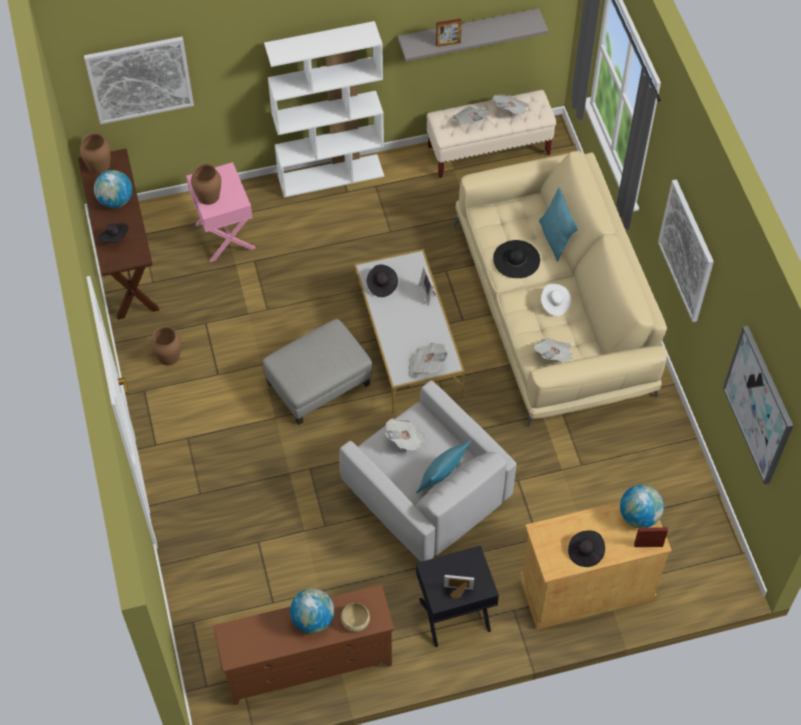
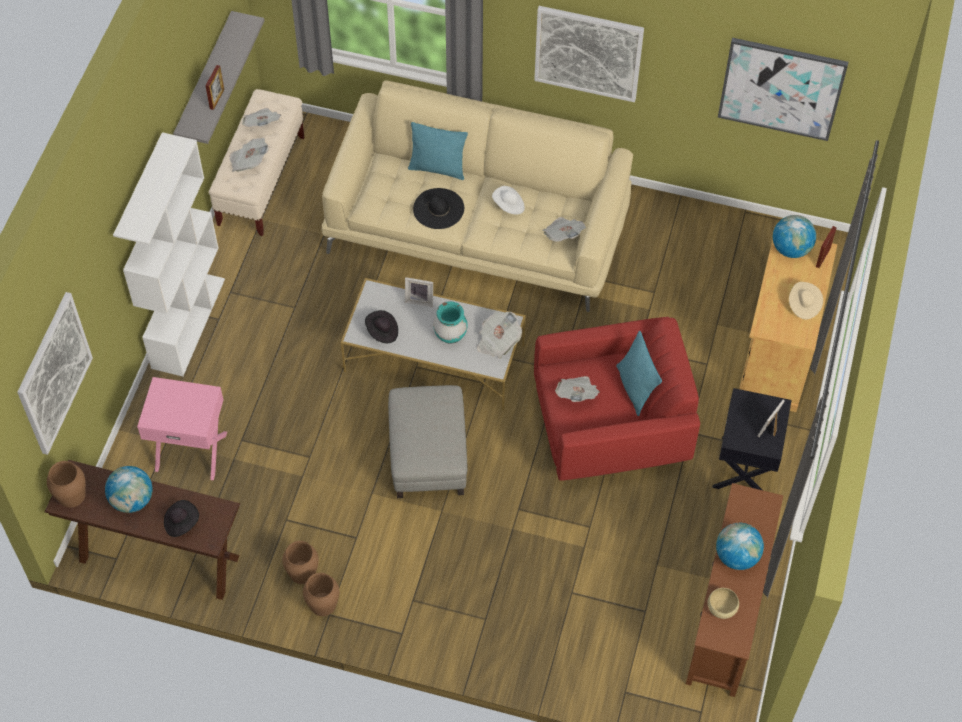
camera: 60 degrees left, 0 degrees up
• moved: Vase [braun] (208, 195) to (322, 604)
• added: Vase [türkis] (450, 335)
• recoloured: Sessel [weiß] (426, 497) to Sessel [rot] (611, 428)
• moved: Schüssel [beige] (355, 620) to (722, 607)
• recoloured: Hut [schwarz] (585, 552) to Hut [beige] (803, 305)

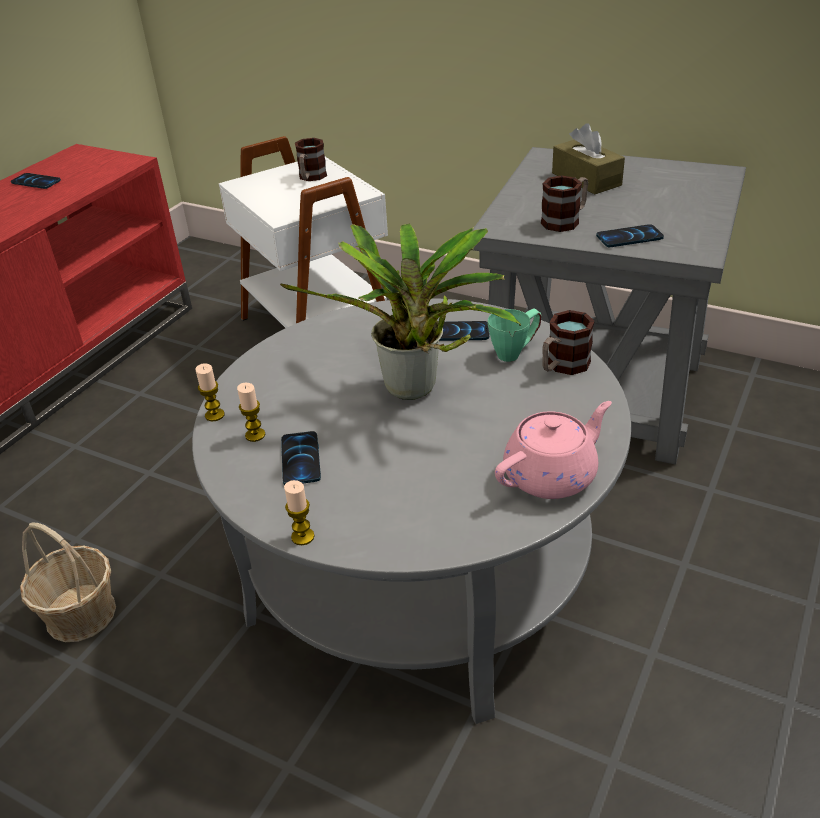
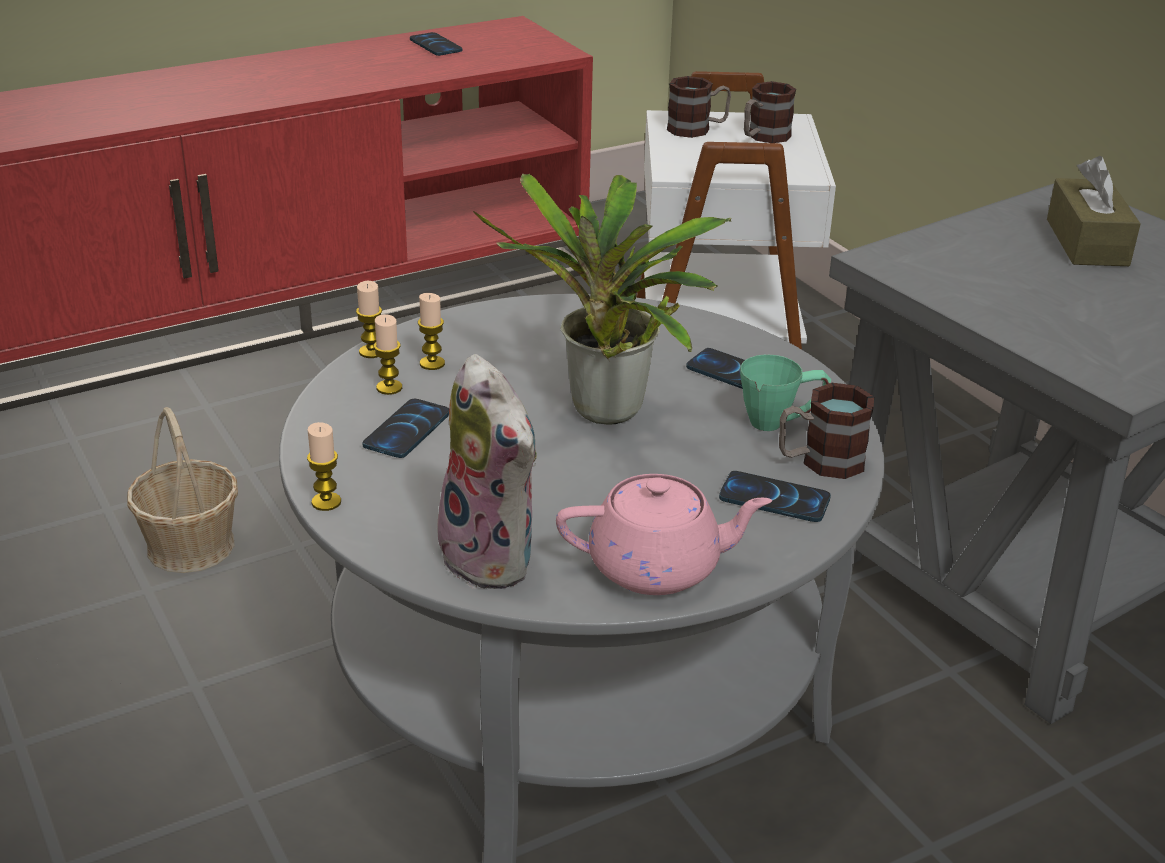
camera: 30 degrees right, 5 degrees down
• added: Kerze (432, 363)
• added: Plüschtier (495, 558)
• moved: Henkelbecher (565, 220) to (697, 129)
• moved: Handy (629, 237) to (774, 499)

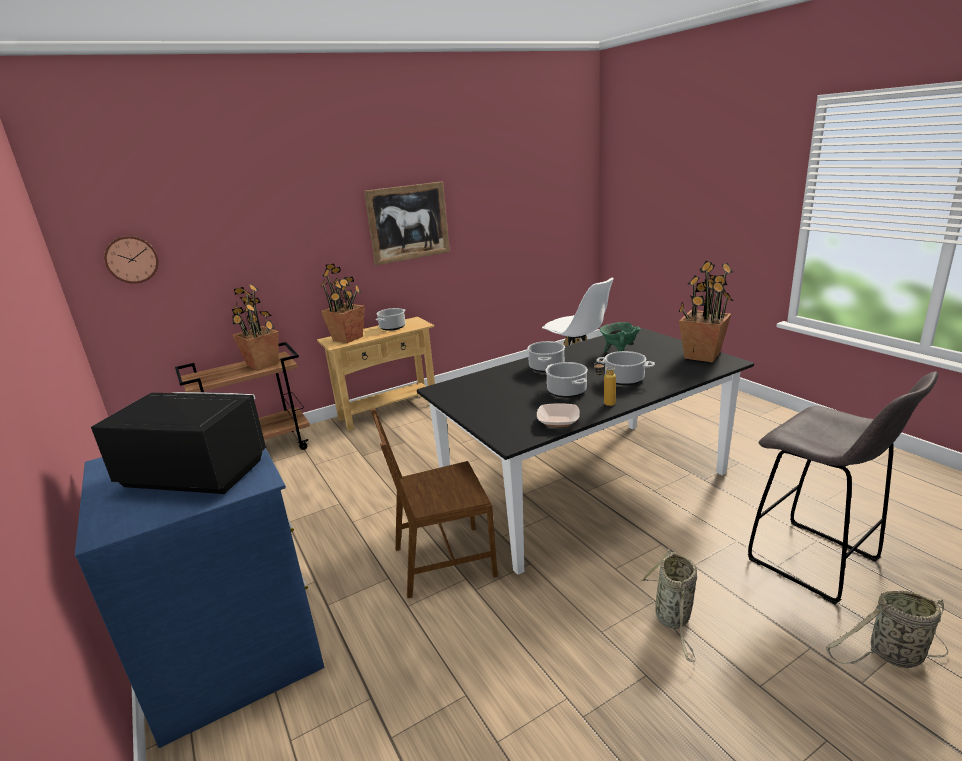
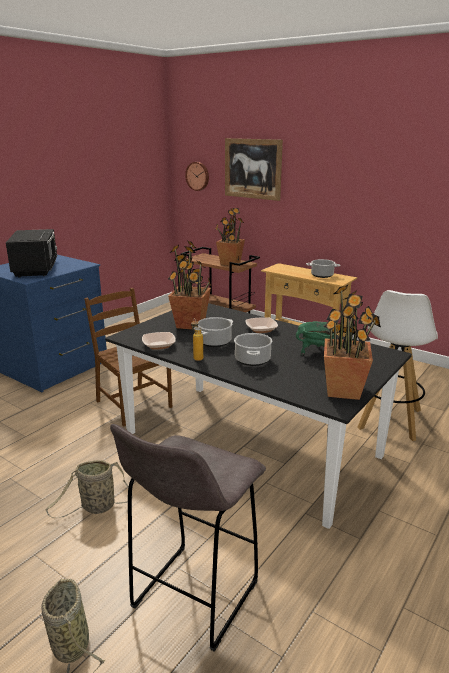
camera: 65 degrees right, 0 degrees up
• moved: Topfpflanze (348, 338) to (191, 325)
• moved: Bild (408, 222) to (252, 169)
• replaced: Kochtopf (546, 367) to Schüssel (261, 329)

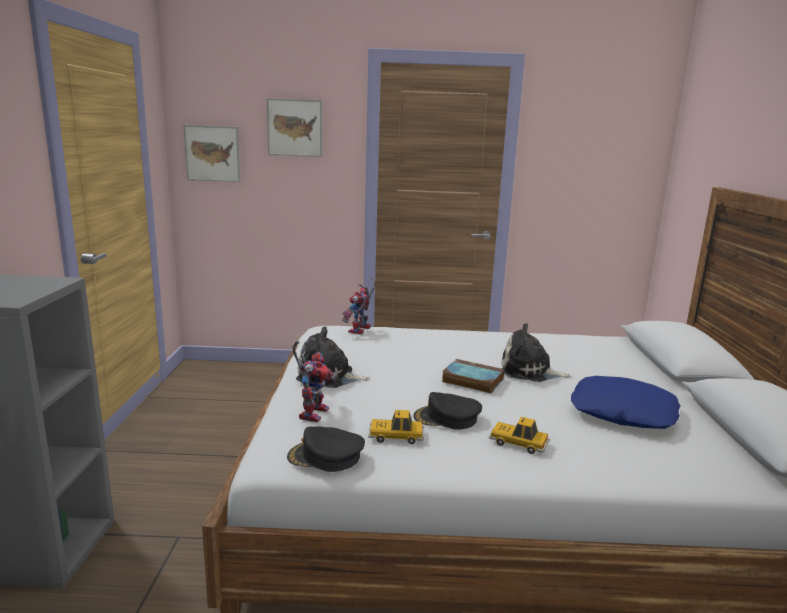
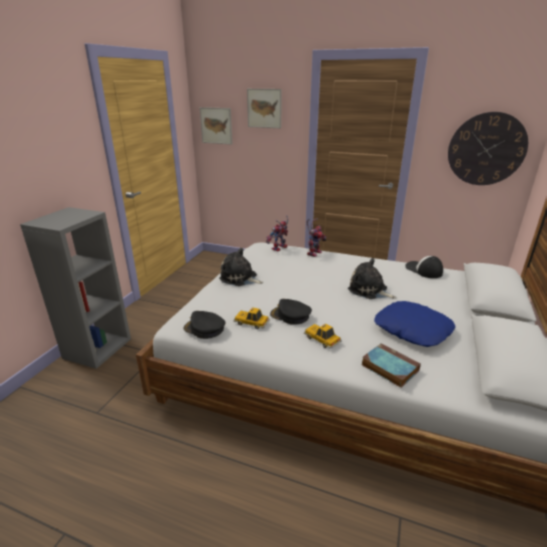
camera: 20 degrees right, 10 degrees up
• moved: Spielzeugroboter (312, 412) to (314, 252)
• moved: Buch (471, 380) to (388, 367)
• added: Kappe (423, 270)
• added: Wanduhr (486, 149)

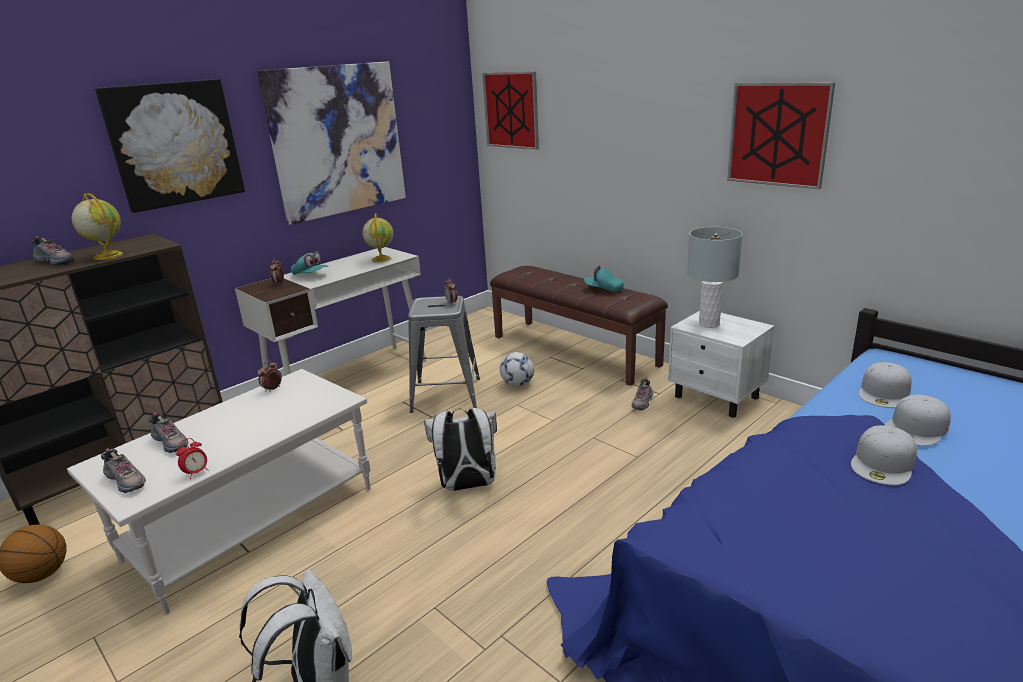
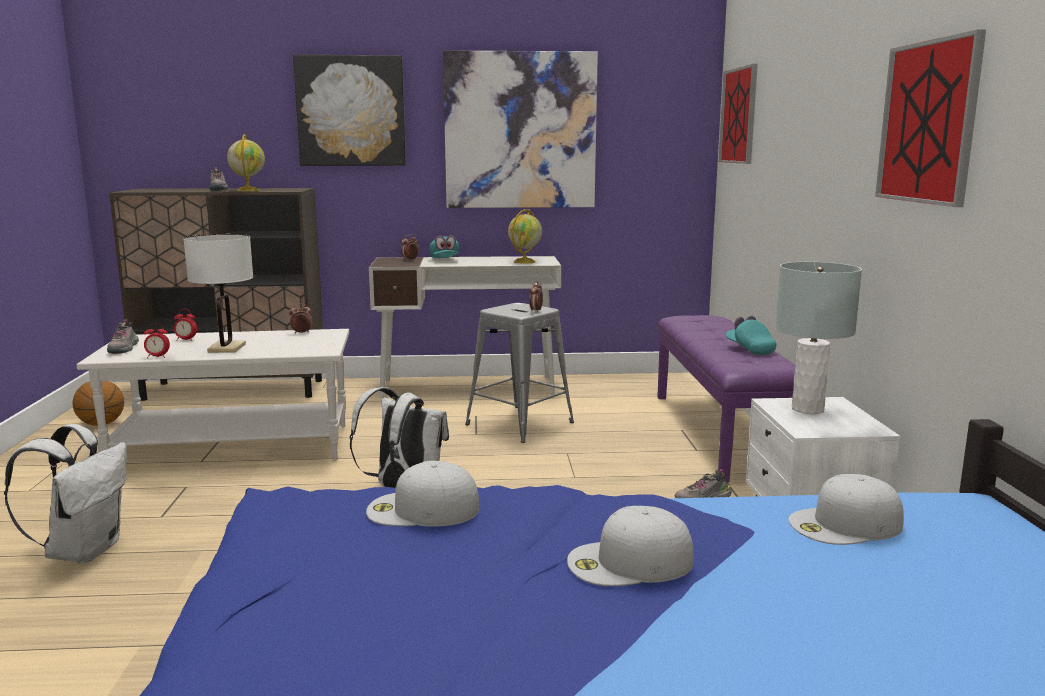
camera: 40 degrees right, 10 degrees down
• replaced: Schuh (172, 442) to Wecker (186, 340)
• added: Tischlampe [weiß] (227, 348)
• moved: Kappe [weiß] (917, 428) to (421, 509)
• recoloured: Bank [braun] (575, 350) to Bank [lila] (721, 433)
• removed: Fußball (517, 384)

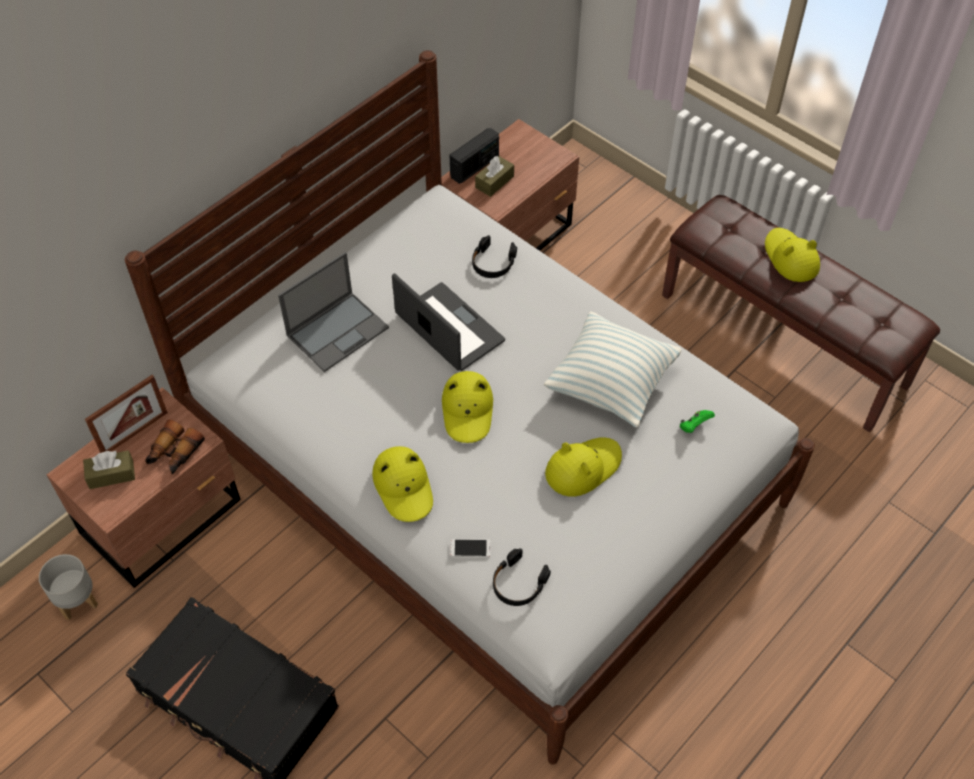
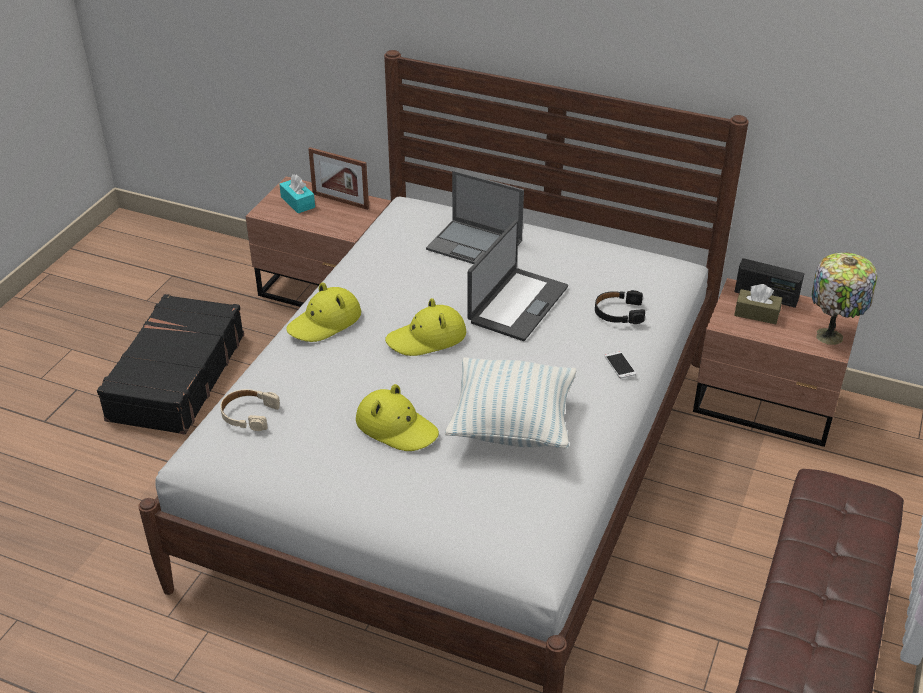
camera: 70 degrees right, 15 degrees down
• recoloured: Kopfhörer [schwarz] (518, 583) to Kopfhörer [beige] (248, 414)
• recoloured: Taschentuchbox [braun] (111, 475) to Taschentuchbox [türkis] (298, 202)
• moved: Handy (470, 548) to (620, 365)
• added: Tischlampe (831, 336)
• removed: Pflanzkübel [grau] (78, 600)
• removed: Fernglas (174, 454)
• removed: Gamepad [grün] (694, 426)
• removed: Hut [gelb] (790, 258)

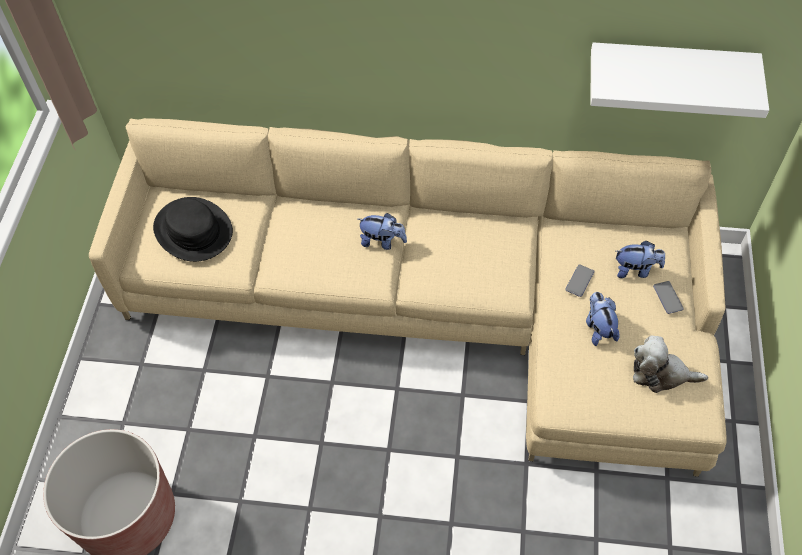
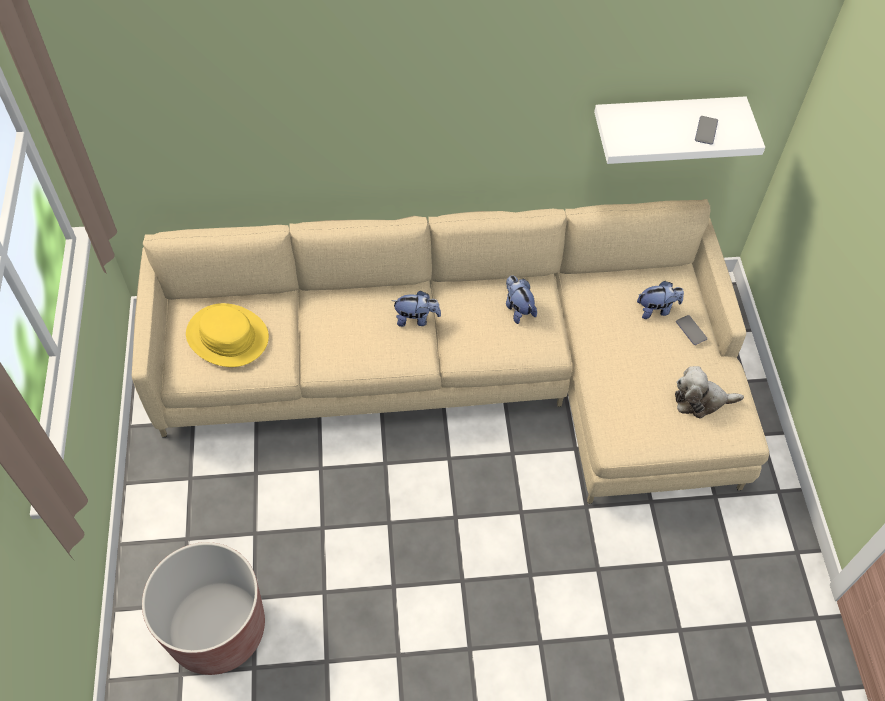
camera: 15 degrees left, 0 degrees up
• recoloured: Hut [schwarz] (193, 230) to Hut [gelb] (227, 336)
• moved: Plüschtier (598, 328) to (518, 308)
• moved: Handy (579, 281) to (706, 131)

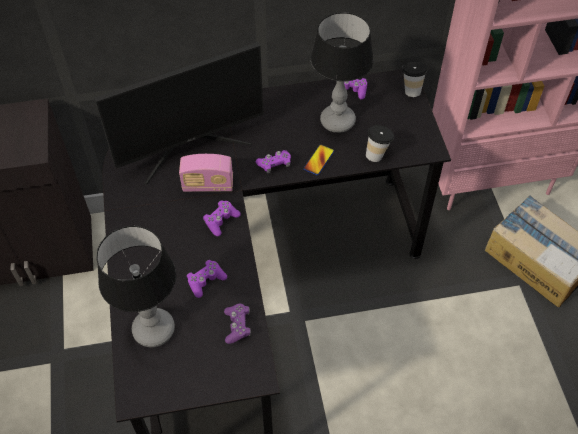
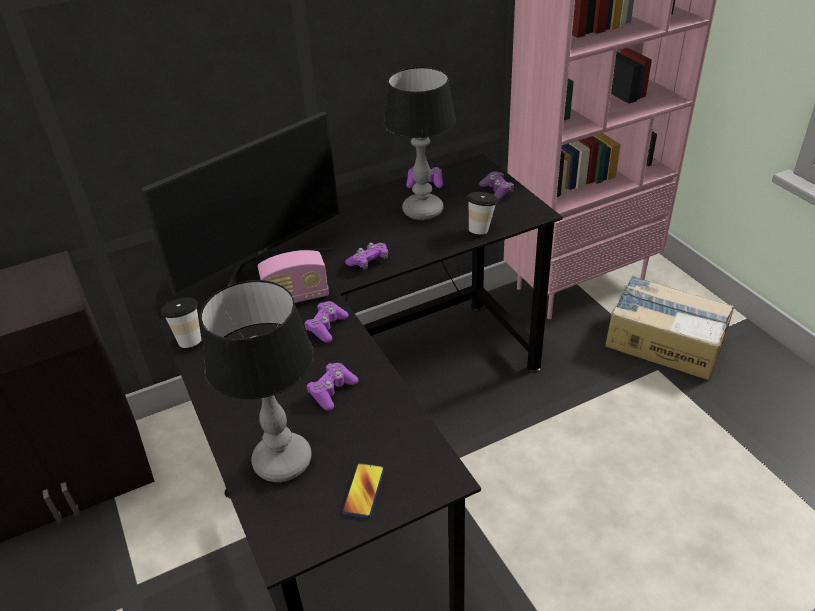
camera: 15 degrees left, 15 degrees down
• moved: Tasse (411, 90) to (189, 339)
• moved: Handy (319, 160) to (363, 491)
• moved: Gamepad [lila] (237, 326) to (496, 191)

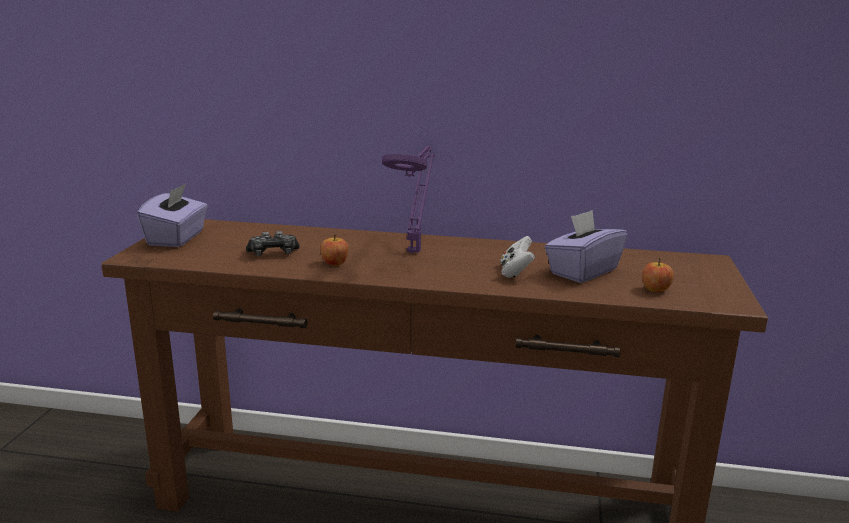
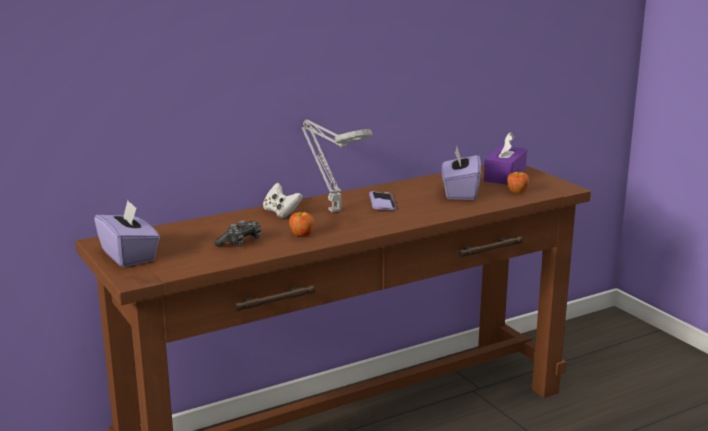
camera: 40 degrees left, 0 degrees up
• moved: Gamepad [weiß] (515, 272) to (281, 213)
• recoloured: Tischlampe [lila] (414, 250) to Tischlampe [grau] (332, 210)
• added: Handy (382, 202)
• added: Taschentuchbox [lila] (505, 175)

